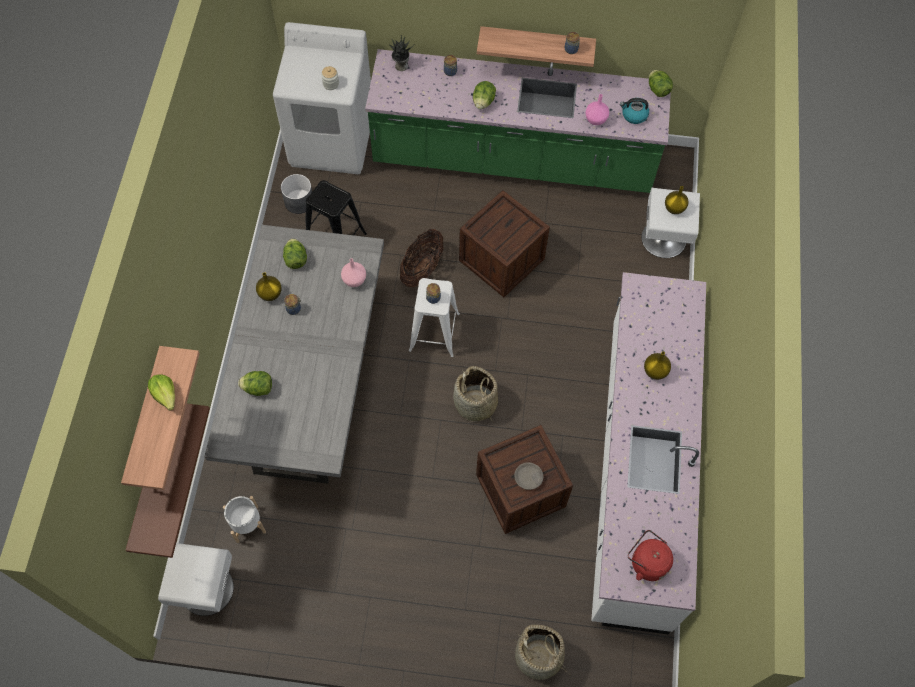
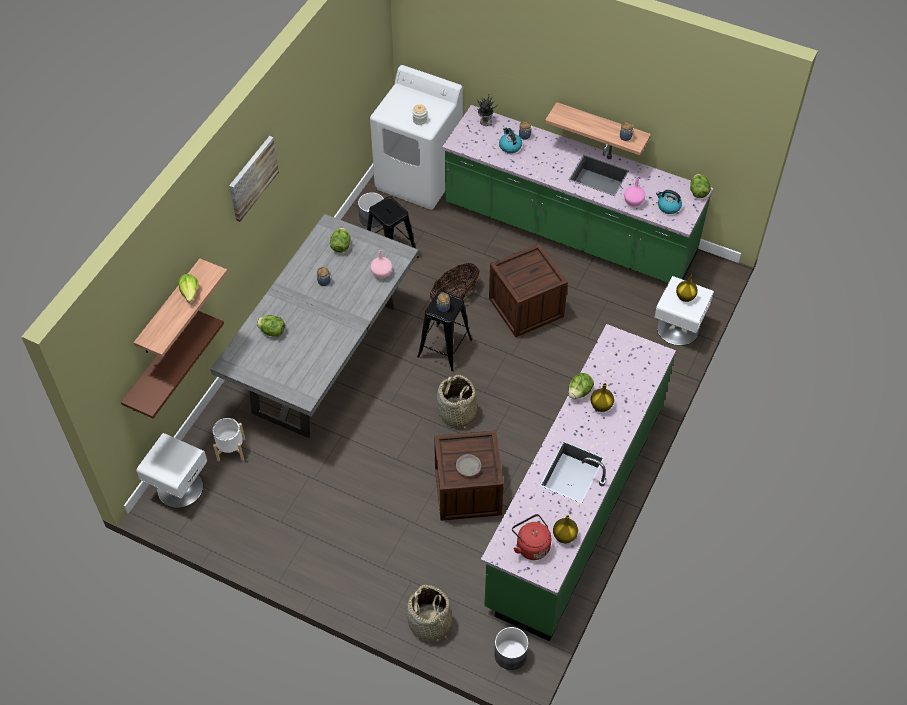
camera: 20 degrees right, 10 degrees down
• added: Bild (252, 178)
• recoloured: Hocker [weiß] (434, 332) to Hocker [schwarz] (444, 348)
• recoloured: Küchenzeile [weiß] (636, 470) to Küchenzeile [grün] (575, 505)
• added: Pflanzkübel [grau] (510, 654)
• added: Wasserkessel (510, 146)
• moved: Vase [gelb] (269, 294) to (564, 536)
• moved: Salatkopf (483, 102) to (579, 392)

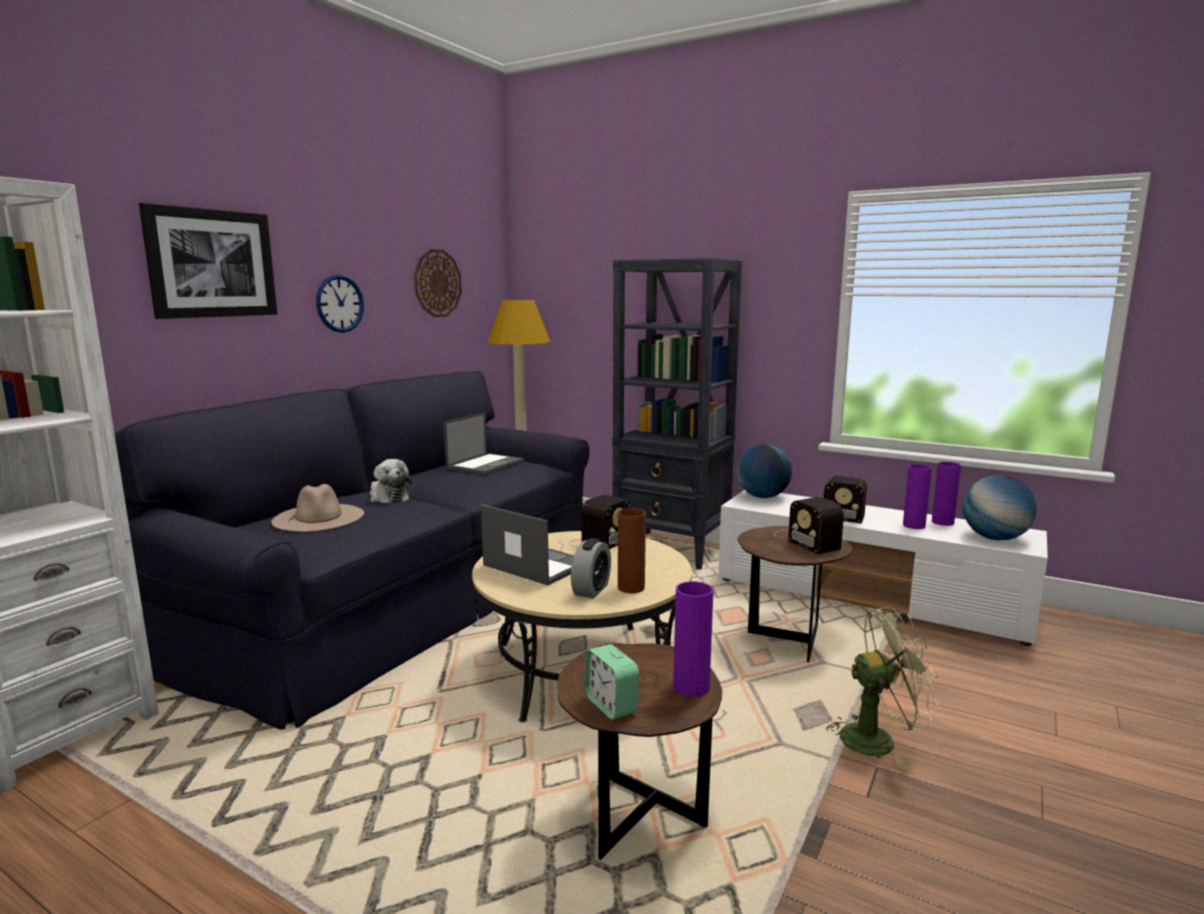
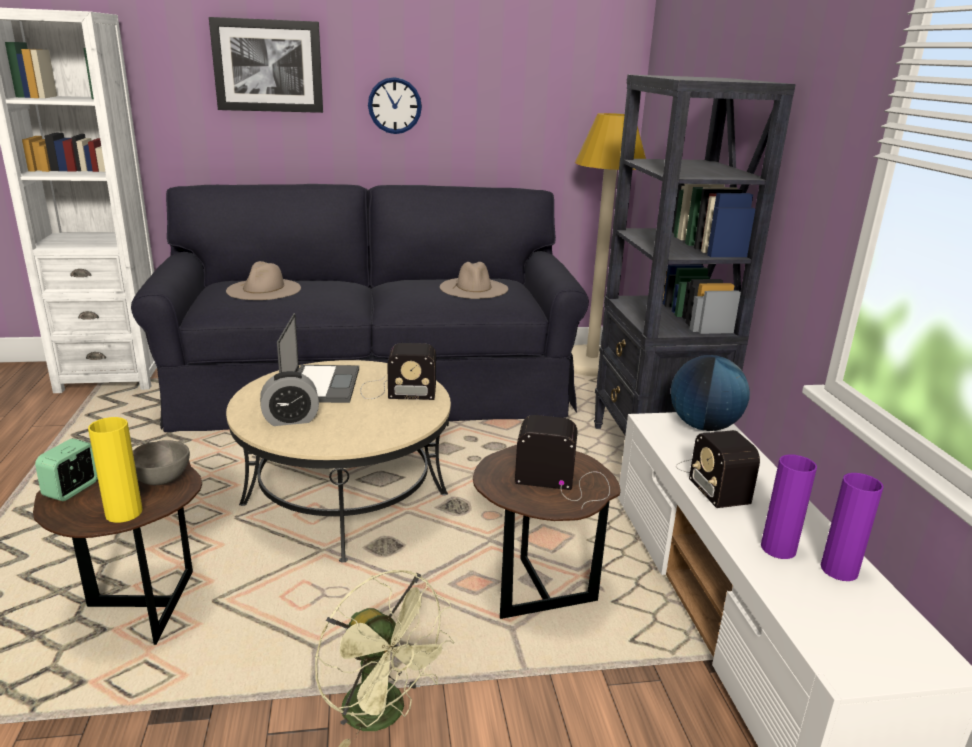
camera: 50 degrees right, 10 degrees up
• recoloured: Vase [lila] (691, 687) to Vase [gelb] (124, 513)
• added: Schüssel [grau] (162, 479)
• replaced: Laptop (486, 464) to Hut [beige] (474, 288)
• turned: Radio (805, 539) = (565, 482) 75 degrees clockwise
• removed: Plüschtier (388, 498)
• removed: Wanduhr (437, 283)
• removed: Vase [braun] (631, 588)
• removed: Globus (994, 538)

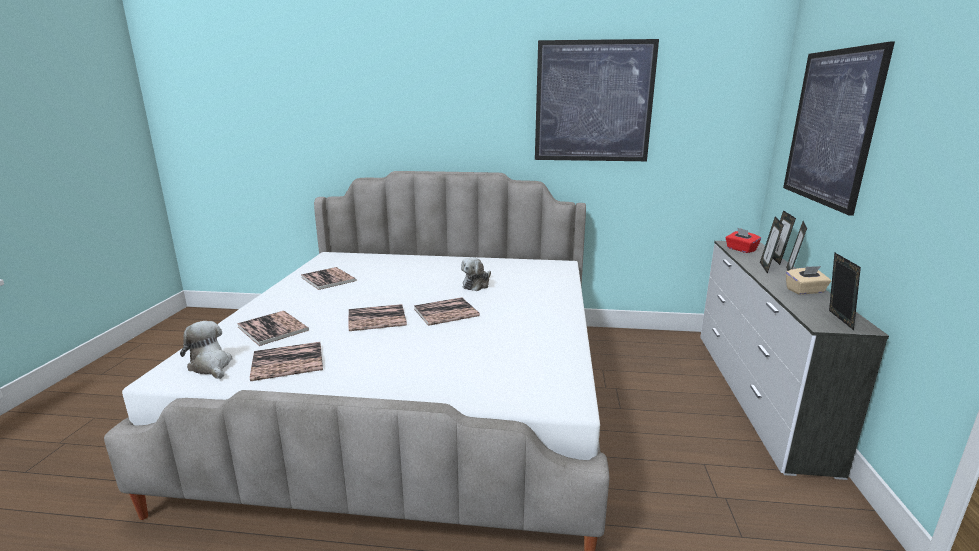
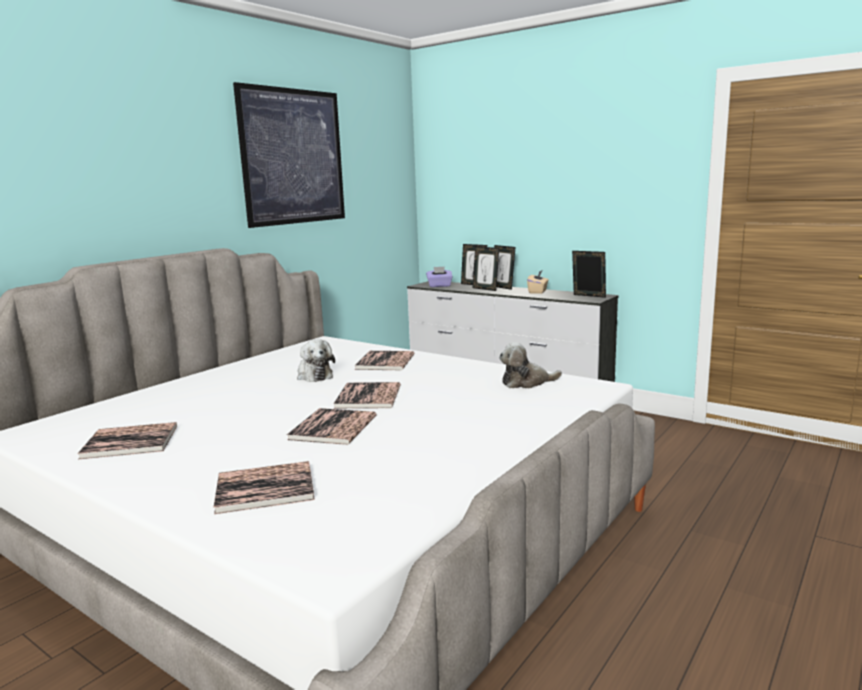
camera: 60 degrees left, 5 degrees down
• moved: Buch (287, 362) to (385, 362)
• recoloured: Taschentuchbox [rot] (740, 249) to Taschentuchbox [lila] (439, 286)
• moved: Plüschtier (211, 366) to (526, 382)
• removed: Bild (831, 127)

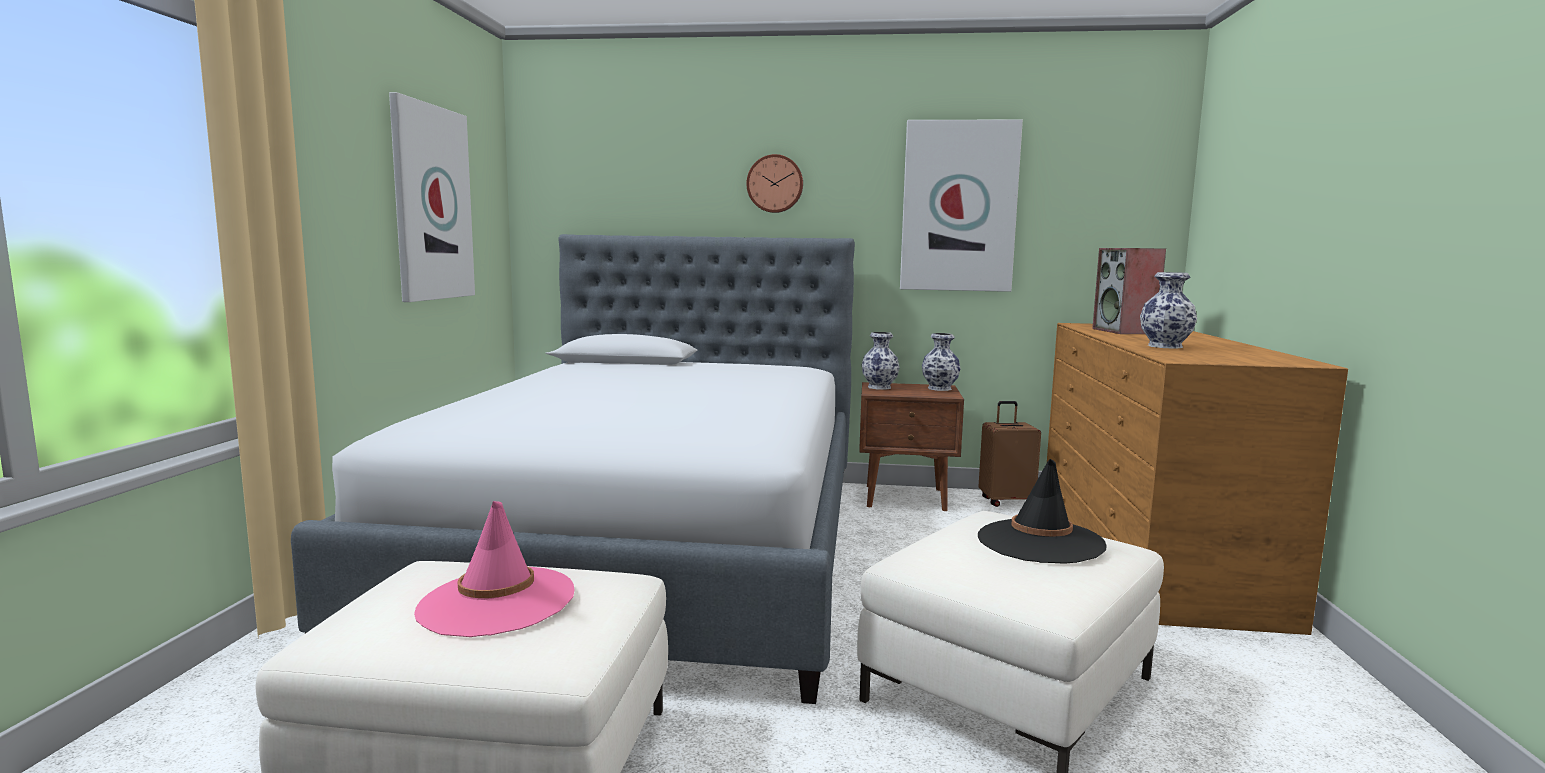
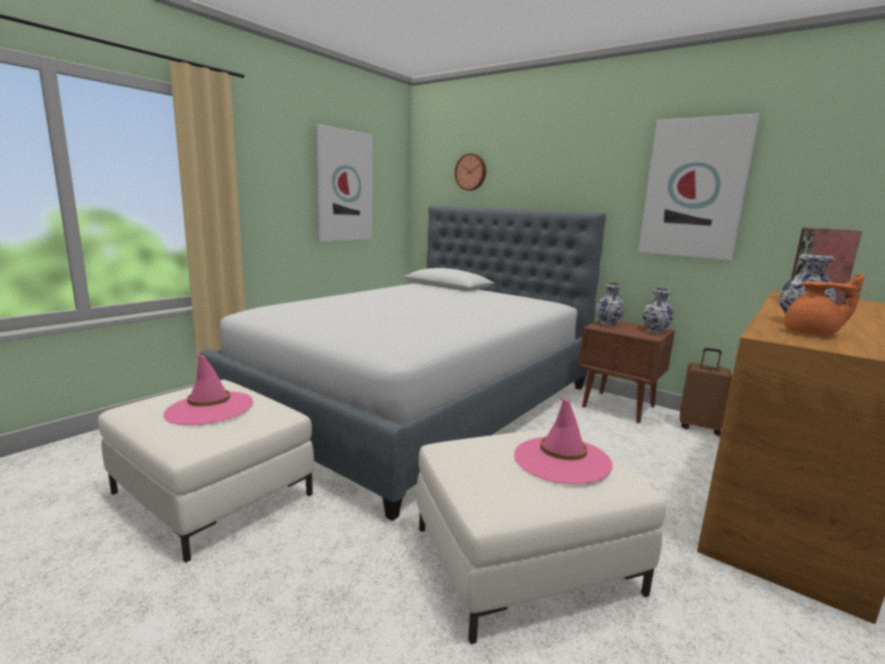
camera: 30 degrees right, 5 degrees up
• moved: Wanduhr (775, 184) to (471, 172)
• recoloured: Hut [schwarz] (1040, 542) to Hut [rosa] (561, 460)
• added: Teekanne [orange] (812, 333)

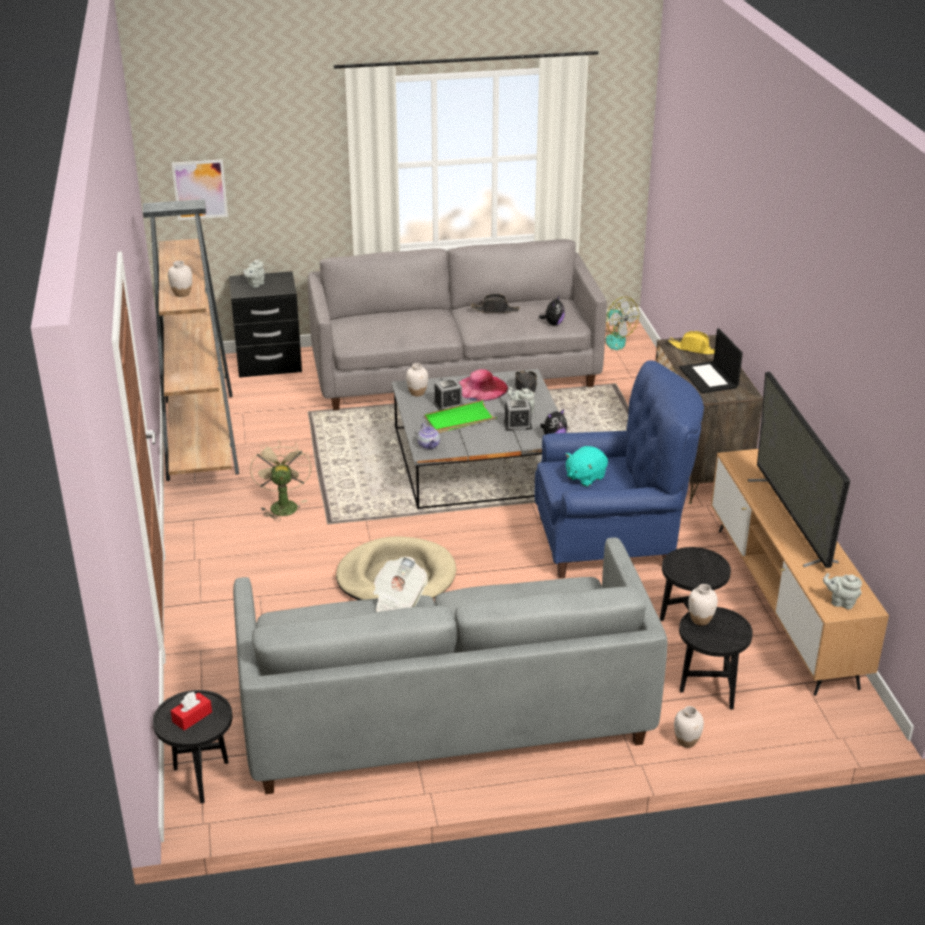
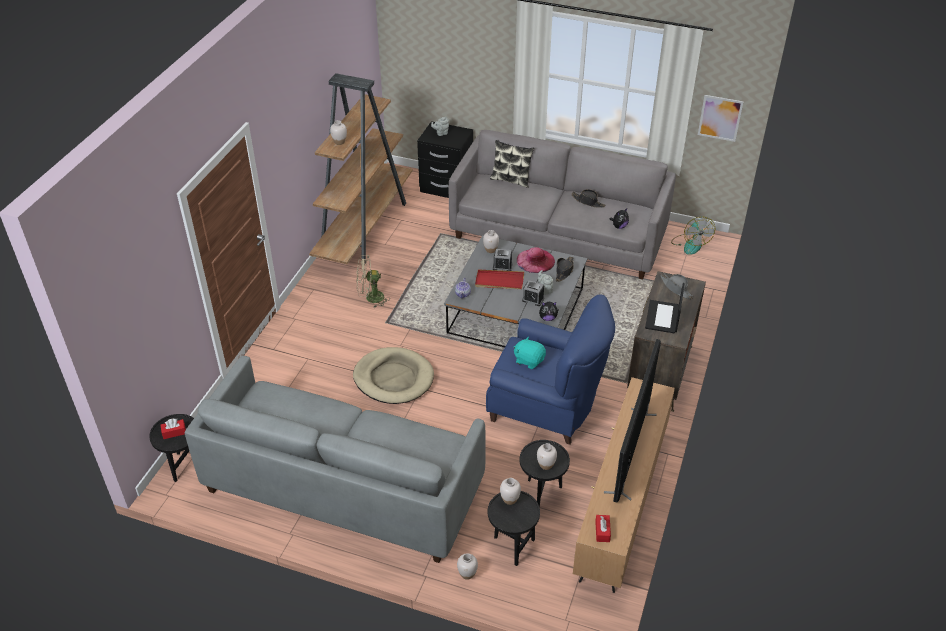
camera: 30 degrees right, 10 degrees up
• turned: Ventilator [beige] (282, 505) = (370, 298) 120 degrees counterclockwise
• recoloured: Tablett [grün] (459, 420) to Tablett [rot] (499, 281)
• added: Kissen (511, 180)
• turned: Plüschtier [türkis] (585, 477) = (529, 360) 45 degrees clockwise
• added: Vase [weiß] (546, 465)
• replaced: Teekanne [grau] (841, 602) to Taschentuchbox [rot] (602, 531)
• recoloured: Hut [gelb] (694, 349) to Hut [grau] (676, 288)
• moved: Bild (200, 189) to (720, 118)
• removed: Zeitung (398, 599)

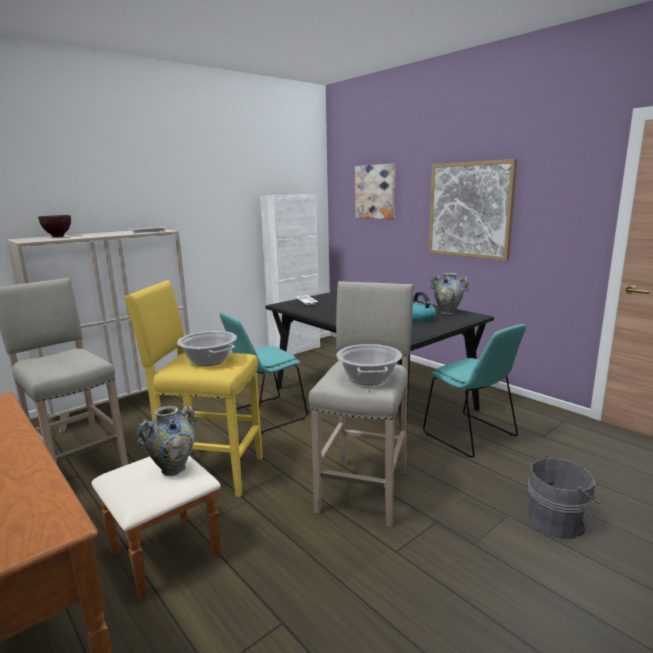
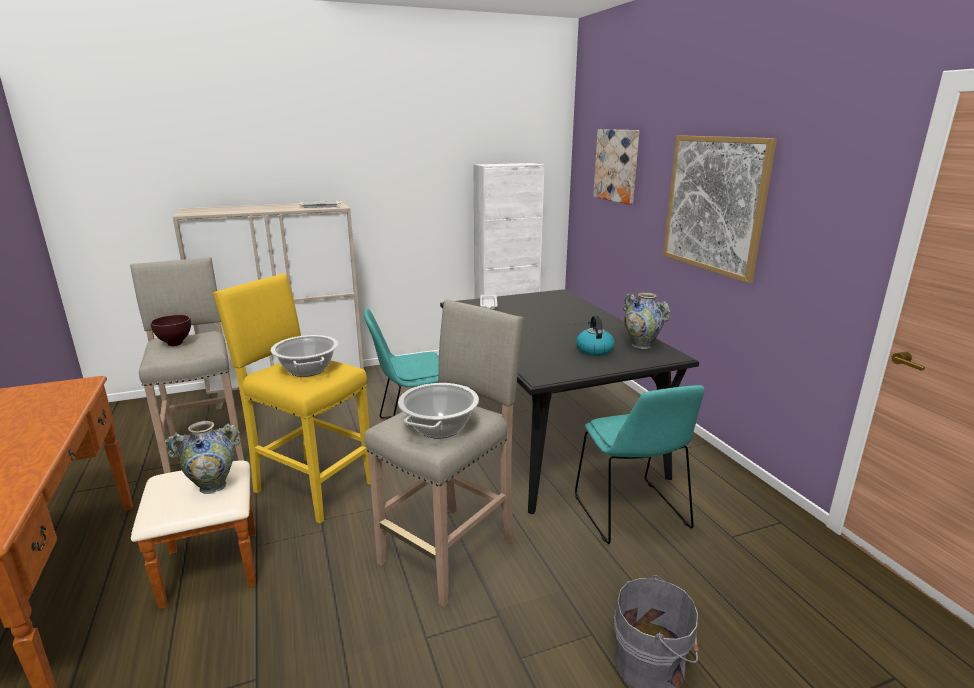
camera: 20 degrees right, 5 degrees up
• moved: Schüssel [braun] (58, 236) to (176, 344)

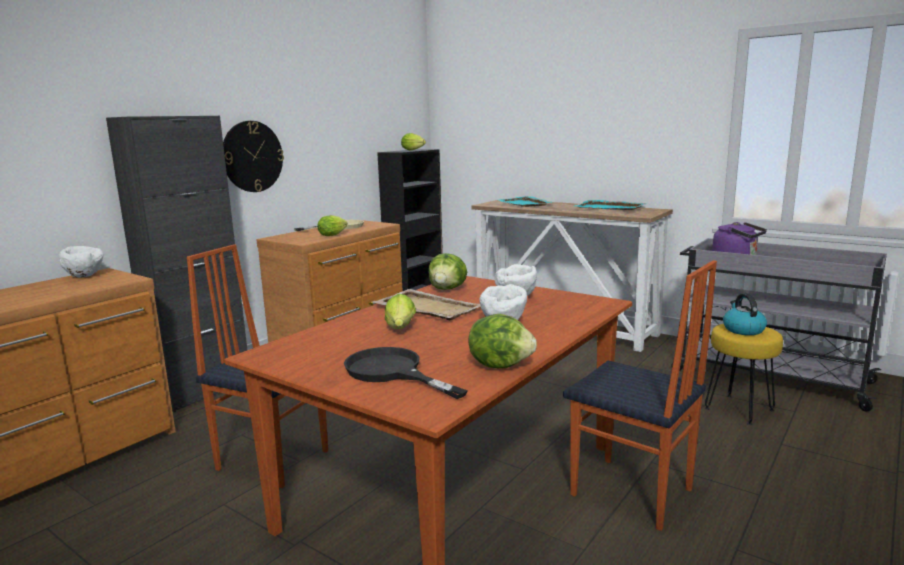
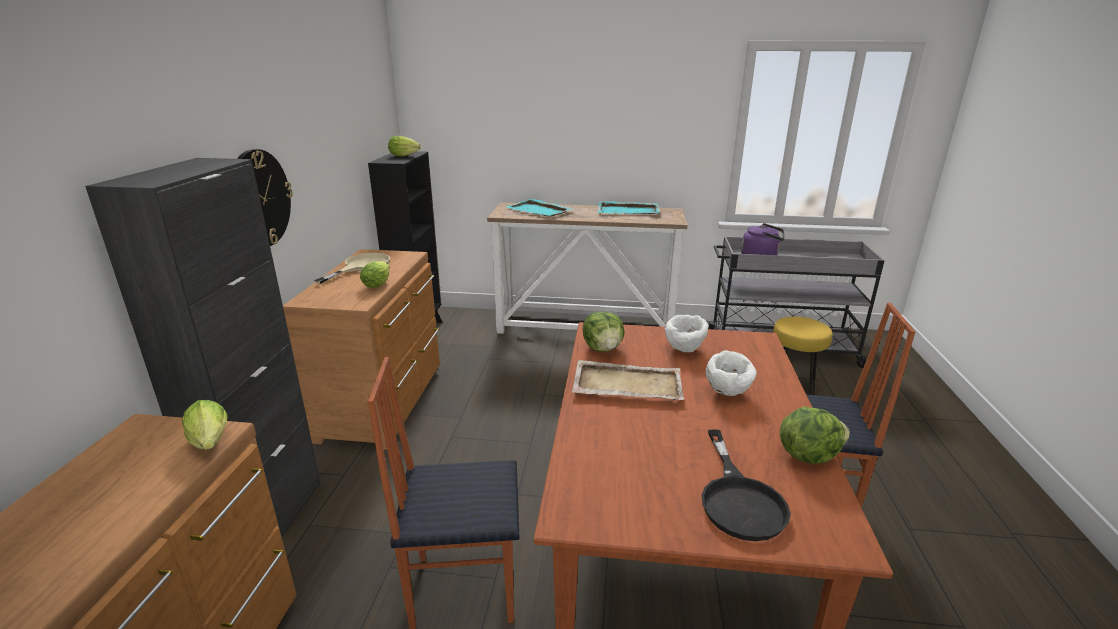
camera: 30 degrees left, 10 degrees up
• moved: Salatkopf (400, 329) to (211, 444)
• turned: Pfanne [schwarz] (392, 372) = (739, 499) 105 degrees counterclockwise
• removed: Schüssel [weiß] (85, 276)
• removed: Wasserkessel (742, 330)

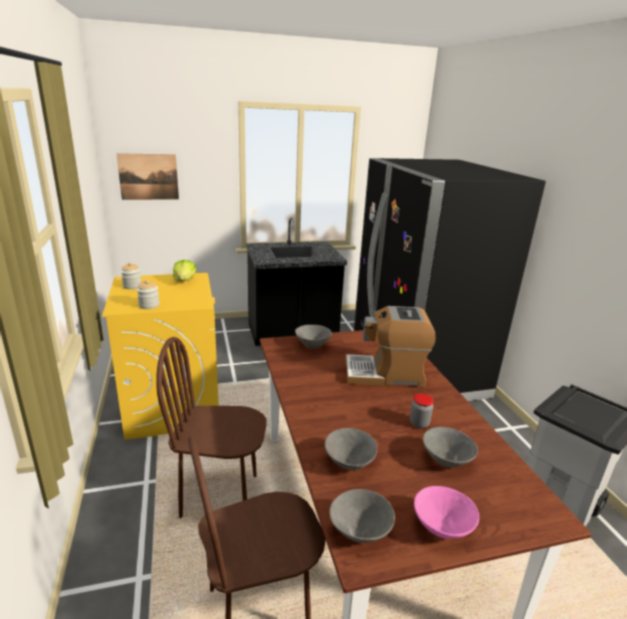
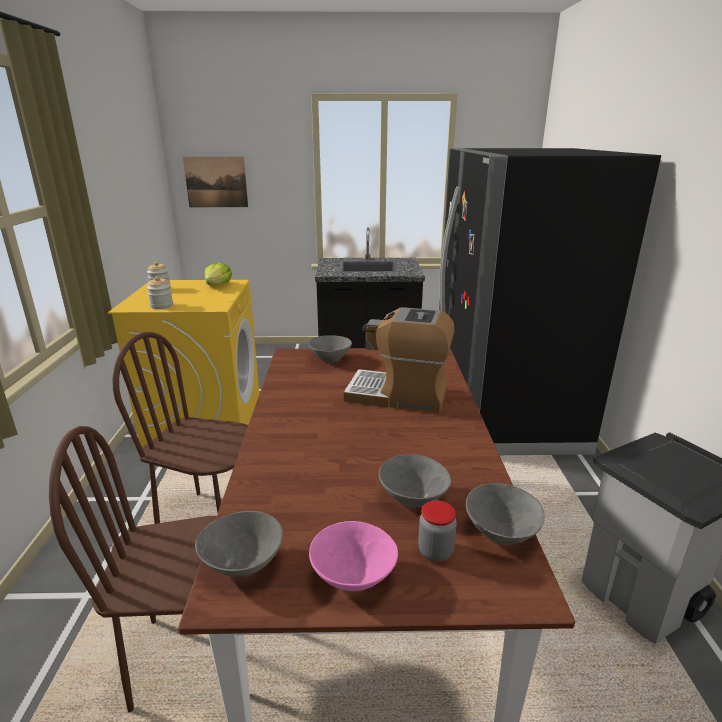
camera: 15 degrees right, 0 degrees up
• moved: Vorratsglas (419, 423) to (435, 551)
• moved: Schüssel [grau] (349, 463) to (501, 534)

